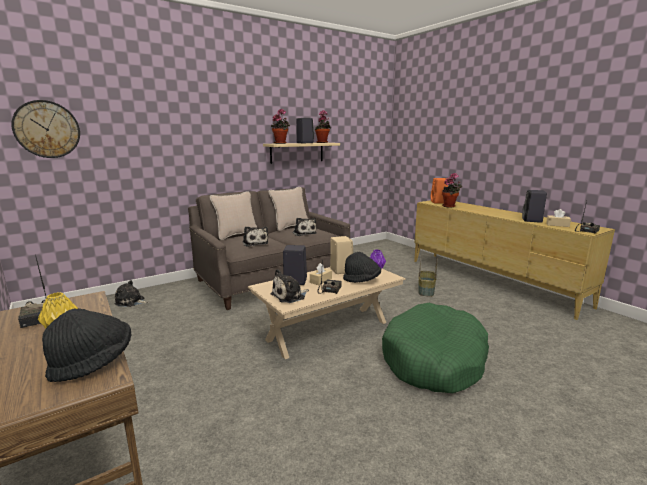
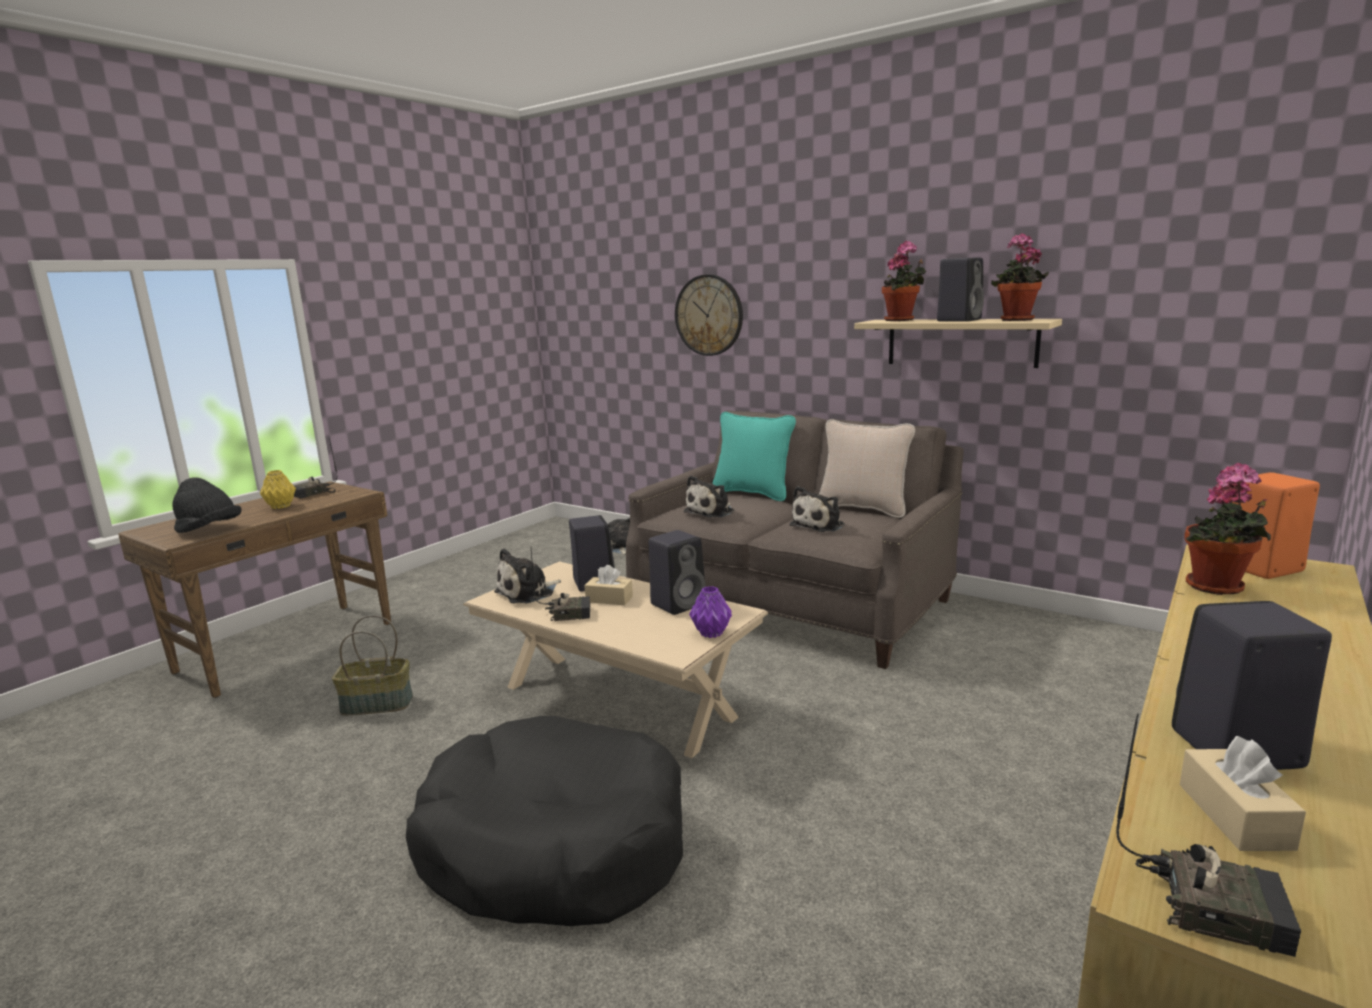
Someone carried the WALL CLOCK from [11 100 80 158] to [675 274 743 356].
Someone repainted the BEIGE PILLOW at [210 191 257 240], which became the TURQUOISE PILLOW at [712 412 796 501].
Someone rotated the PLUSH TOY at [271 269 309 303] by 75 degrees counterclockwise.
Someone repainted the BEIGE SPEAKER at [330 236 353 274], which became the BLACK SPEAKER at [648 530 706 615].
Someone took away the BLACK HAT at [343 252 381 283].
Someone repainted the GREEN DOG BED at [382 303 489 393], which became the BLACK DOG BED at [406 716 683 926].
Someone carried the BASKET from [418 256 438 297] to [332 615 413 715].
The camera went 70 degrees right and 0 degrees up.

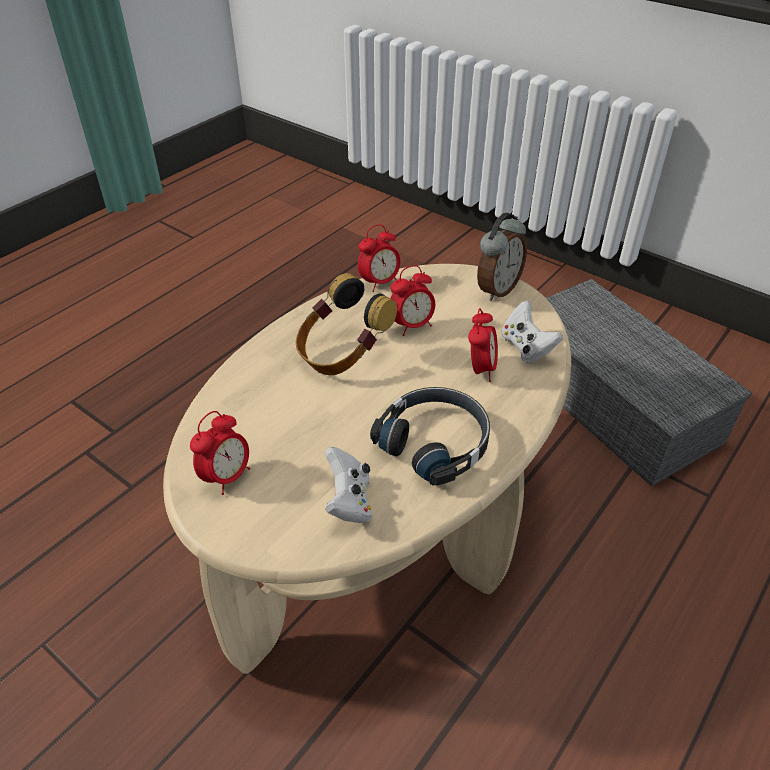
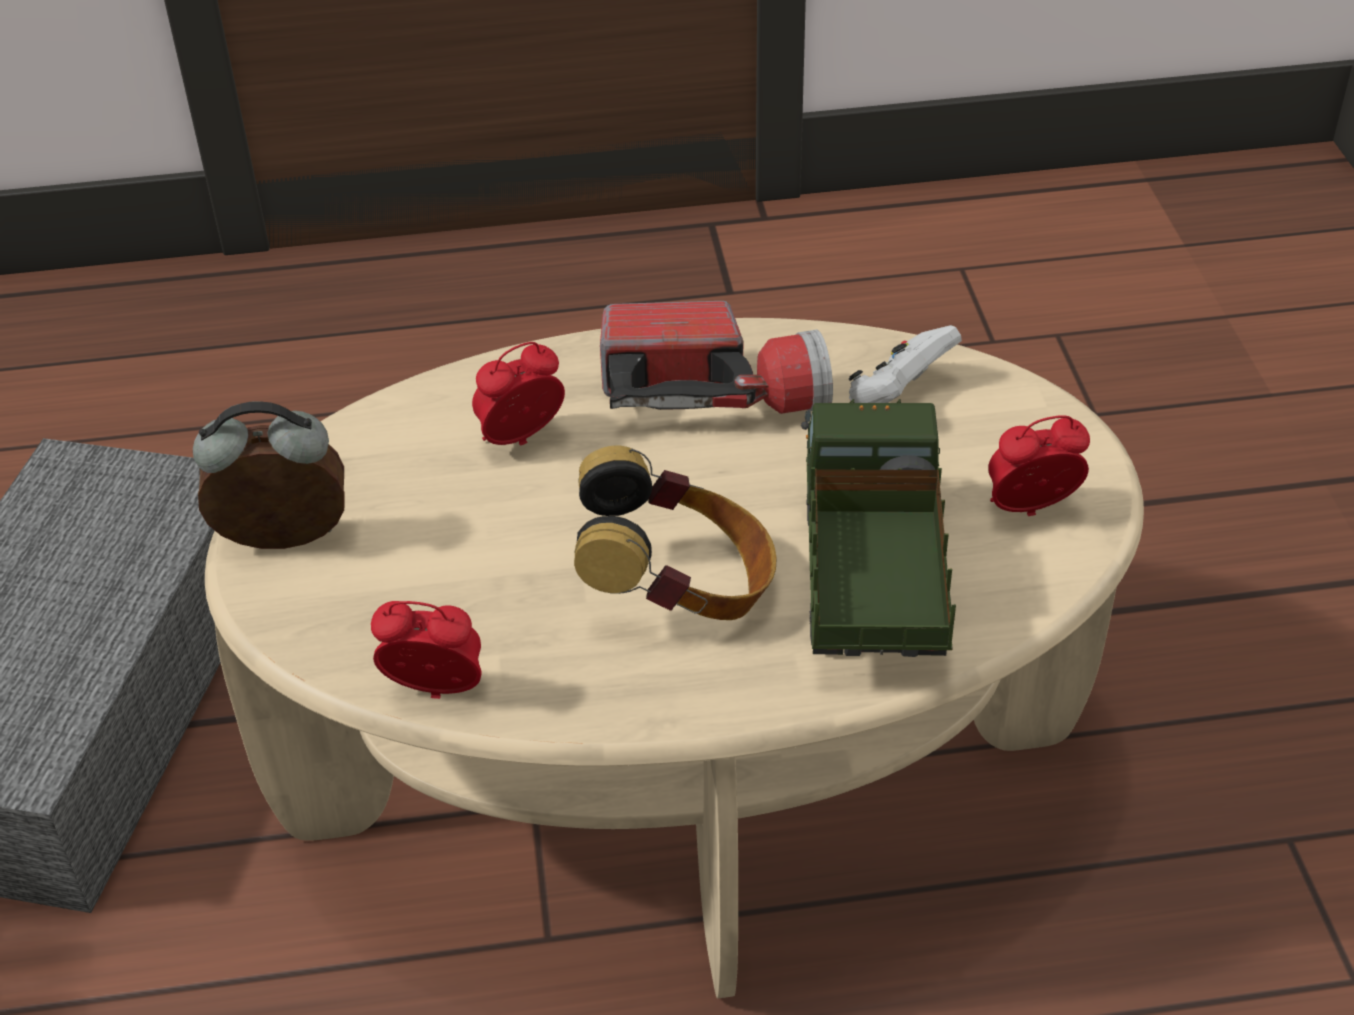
Someone swapped the BLACK HEADPHONES at [370 387 490 486] for the FLASHLIGHT at [600 301 833 414].
Someone took away the ALARM CLOCK at [390 265 435 336].
Someone took away the WHITE GAME CONTROLLER at [501 301 563 363].
Someone put down the TOY TRUCK at [801 399 956 657].
The camera went 135 degrees left and 0 degrees up.

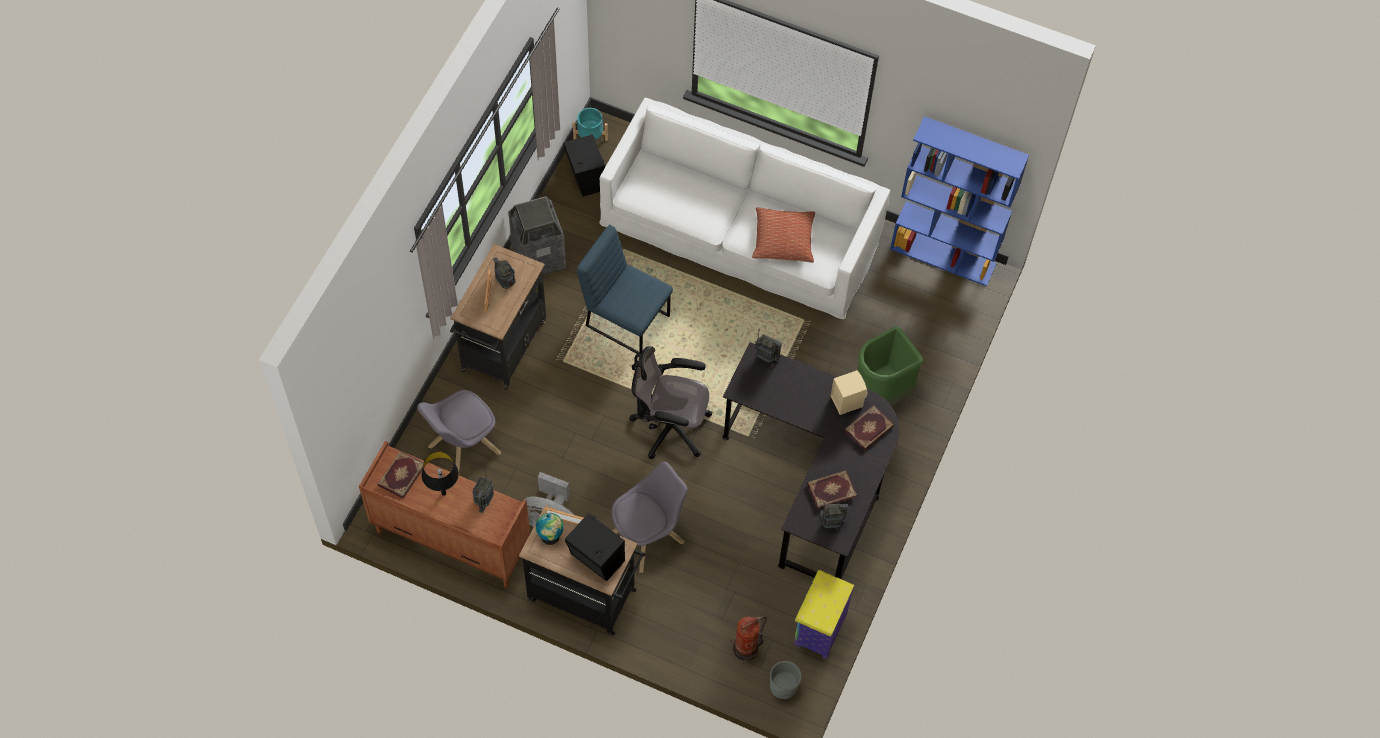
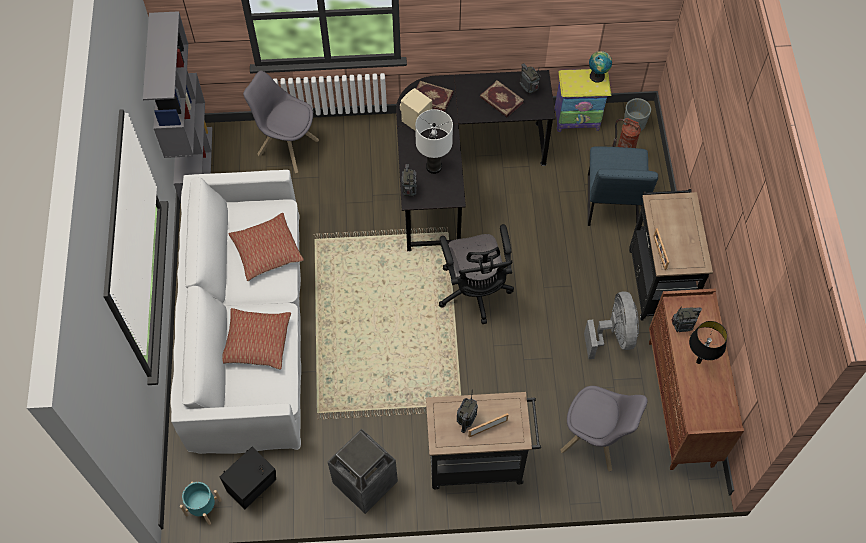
Someone took away the BOOK at [377 451 426 499].
Someone carried the GLOBE from [536 513 564 545] to [589 51 612 83].
Someone took away the BLACK SPEAKER at [565 513 625 581].
Someone carried the BLUE CHAIR from [577 225 673 354] to [588 146 658 226].
Someone carried the GREY CHAIR from [612 462 688 573] to [243 71 319 173].
Someone took away the GREEN TRASH CAN at [857 326 923 406].
Someone repainted the BLUE BOOKCASE at [890 116 1029 286], which became the GREY BOOKCASE at [143 11 212 203].
Someone put down the PILLOW at [222 308 291 369].
Someone put down the WHITE TABLE LAMP at [415 109 453 174].
The camera went 115 degrees left and 0 degrees up.

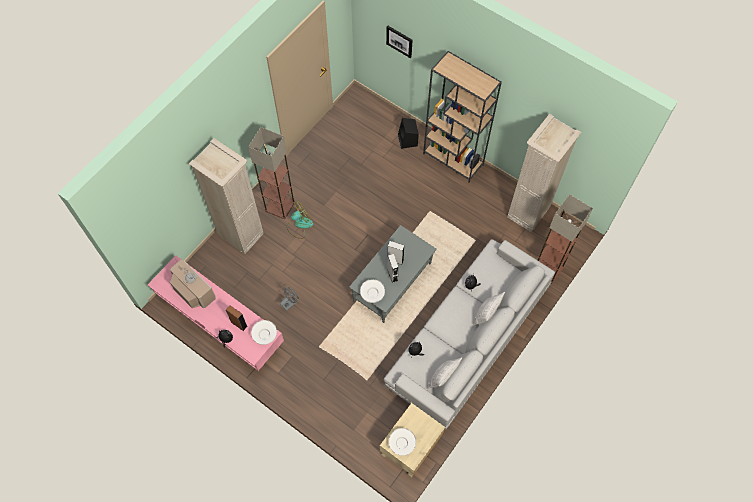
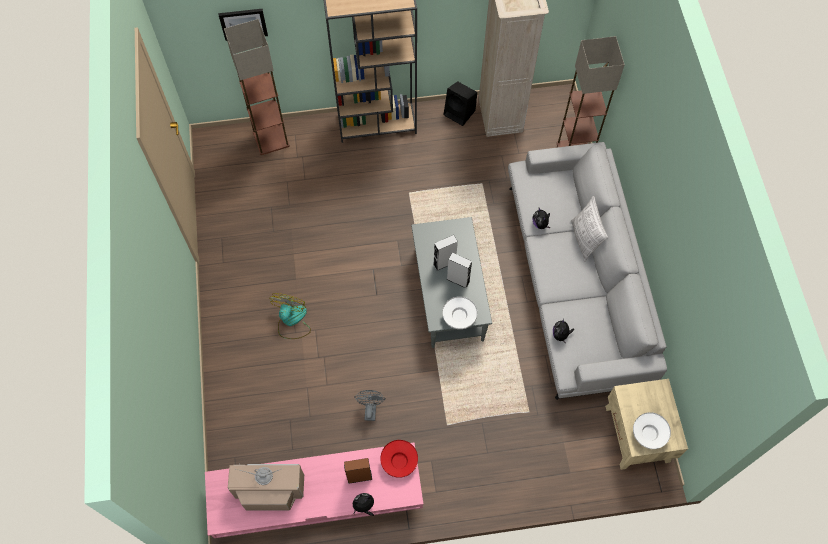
Someone took away the BEIGE CABINET at [189 138 264 254].
Someone carried the FLOOR LAMP from [248 127 295 219] to [224 19 290 155].
Someone repainted the WHITE BOWL at [251 320 277 345], which became the RED BOWL at [380 440 418 478].
Someone carried the BLACK SPEAKER from [398 118 419 149] to [444 81 477 126].
Someone took away the PILLOW at [427 357 462 389].
The camera went 45 degrees left and 0 degrees up.

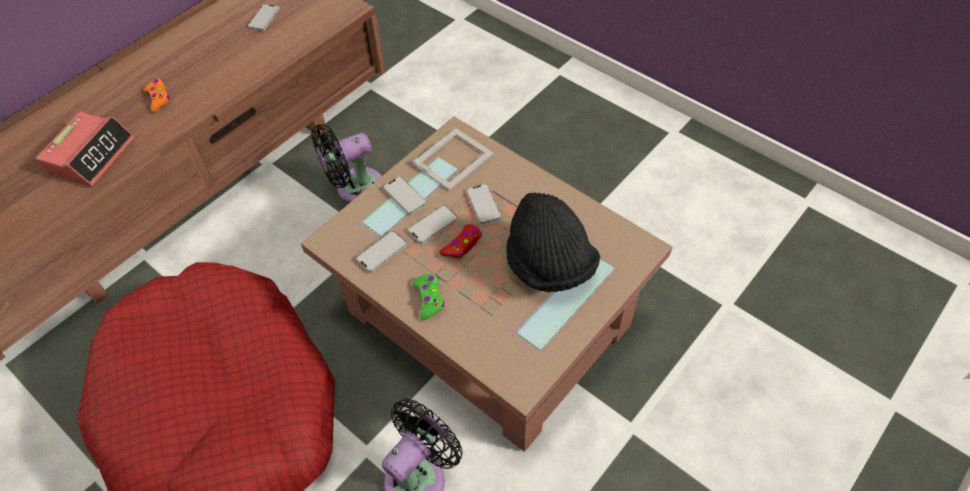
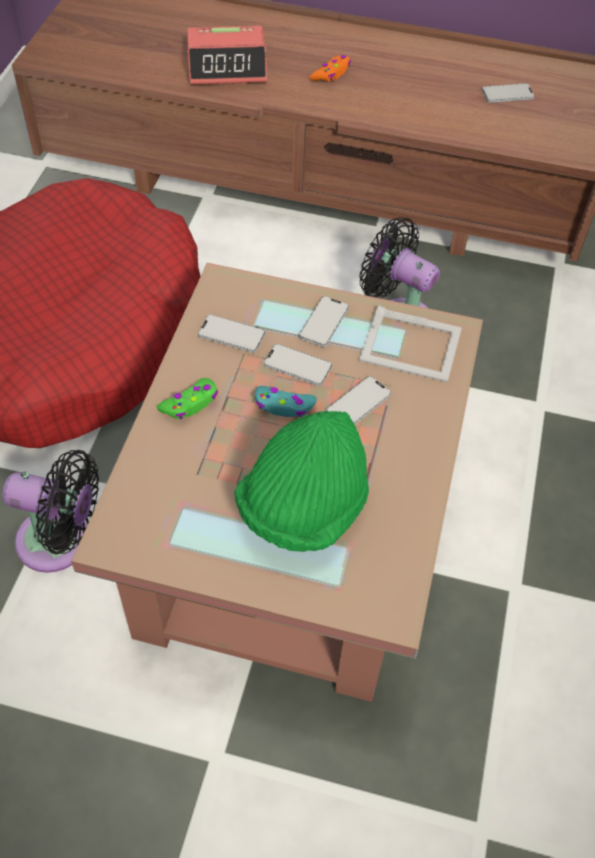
Someone repainted the RED GAME CONTROLLER at [439 224 482 258], which became the TURQUOISE GAME CONTROLLER at [255 386 317 417].
Someone repainted the BLACK HAT at [506 192 600 292], which became the GREEN HAT at [234 411 369 552].
The camera went 60 degrees right and 0 degrees up.

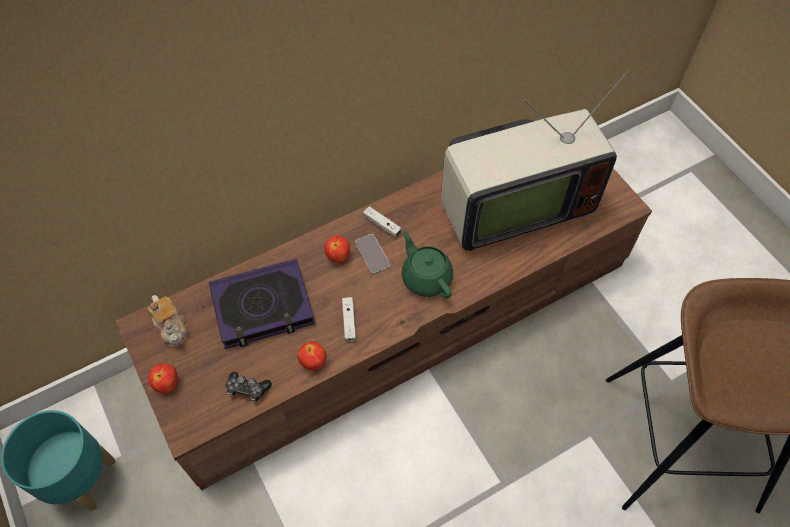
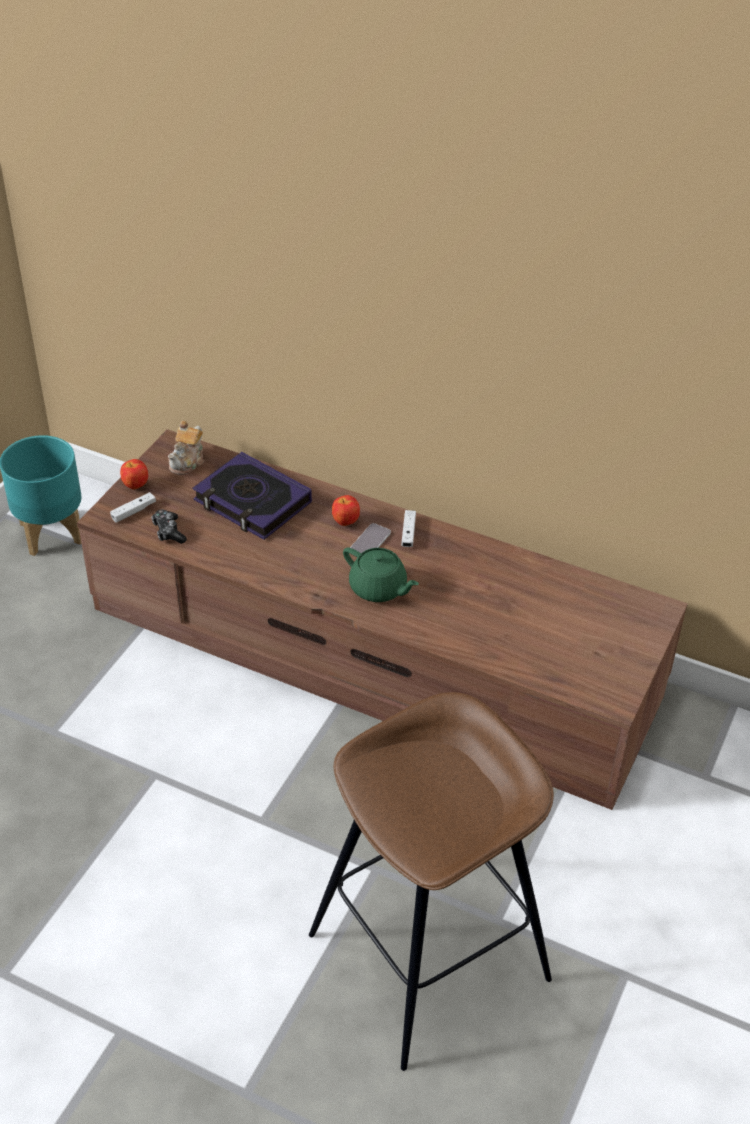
Someone took away the APPLE at [297 341 326 371].
Someone carried the WHITE GAME CONTROLLER from [342 297 356 342] to [110 492 156 523].
Someone rotated the GREEN TEAPOT at [402 231 453 298] by 105 degrees clockwise.
Someone took away the TELEVISION at [441 69 630 251].
The camera went 55 degrees right and 15 degrees down.

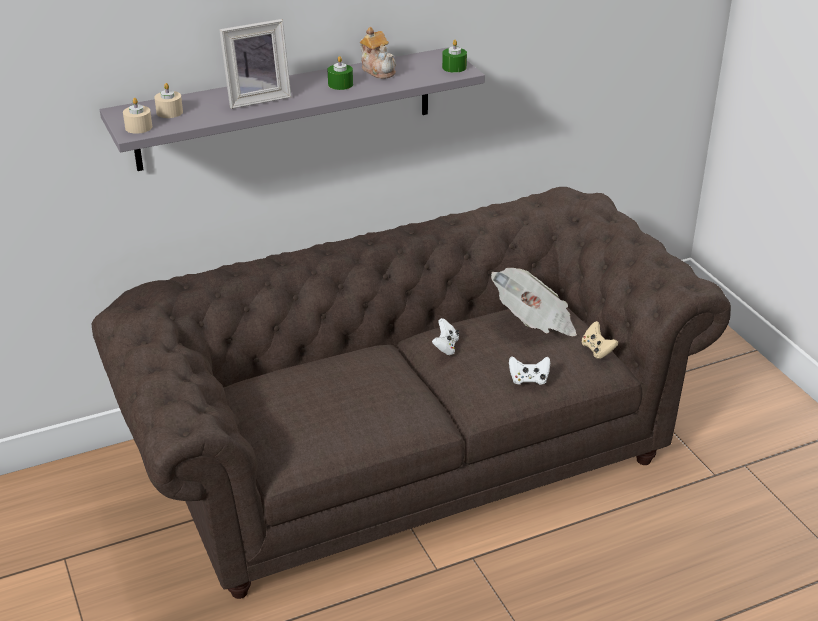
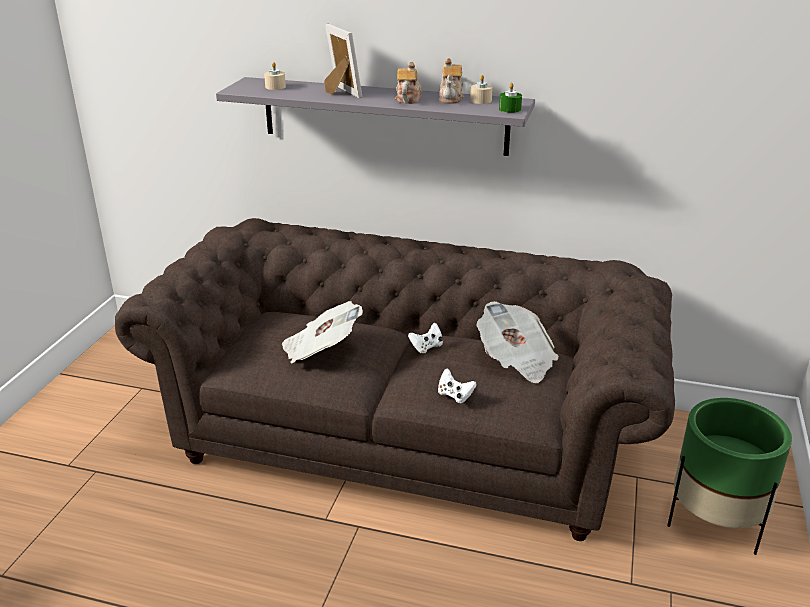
Someone carried the BEIGE CANDLE from [123 98 152 134] to [470 75 493 104].
Someone rotated the PICTURE FRAME at [219 19 291 109] by 135 degrees counterclockwise.
Someone swapped the GREEN CANDLE at [328 56 353 90] for the TEAPOT at [395 62 422 104].
Someone took away the BEIGE GAME CONTROLLER at [582 321 618 359].
Someone put down the NEWSPAPER at [282 301 363 364].
Someone put down the GREEN PLANTER at [667 398 792 555].
The camera went 40 degrees right and 5 degrees down.

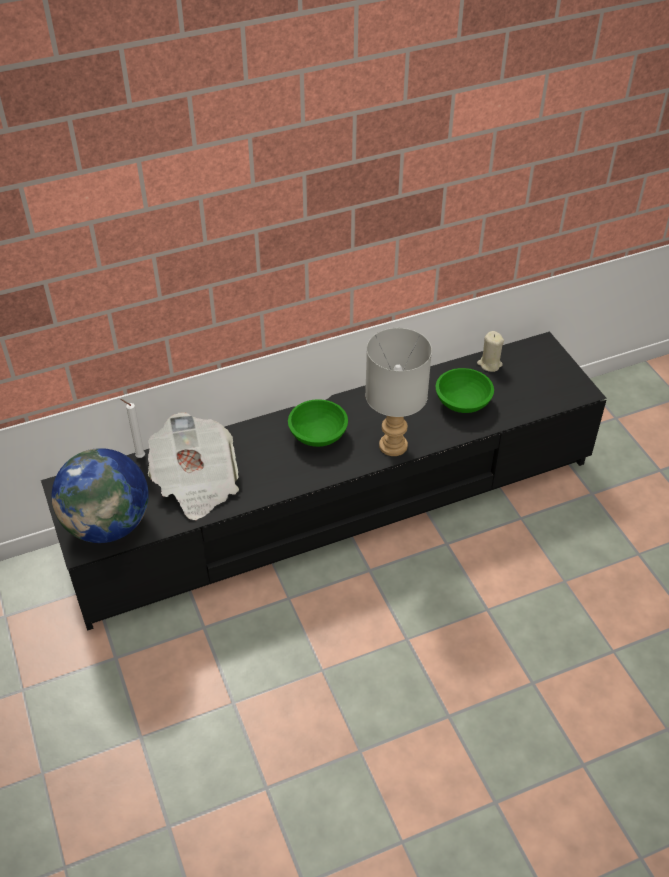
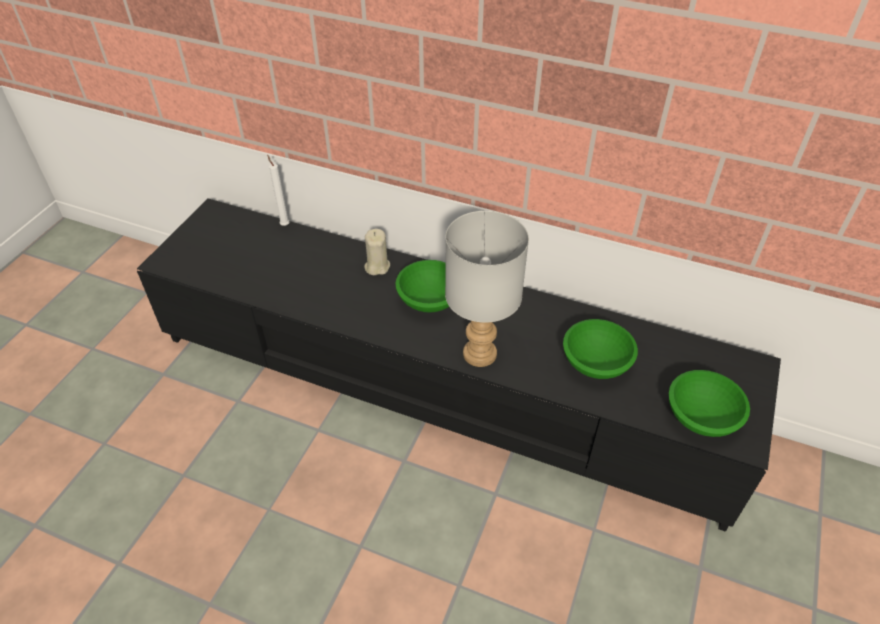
Someone took away the GLOBE at [52 448 149 543].
Someone took away the NEWSPAPER at [148 412 239 520].
Someone carried the BEIGE CANDLE from [477 331 504 372] to [364 229 390 275].
Someone put down the GREEN BOWL at [669 370 750 437].
The camera went 45 degrees right and 0 degrees up.

